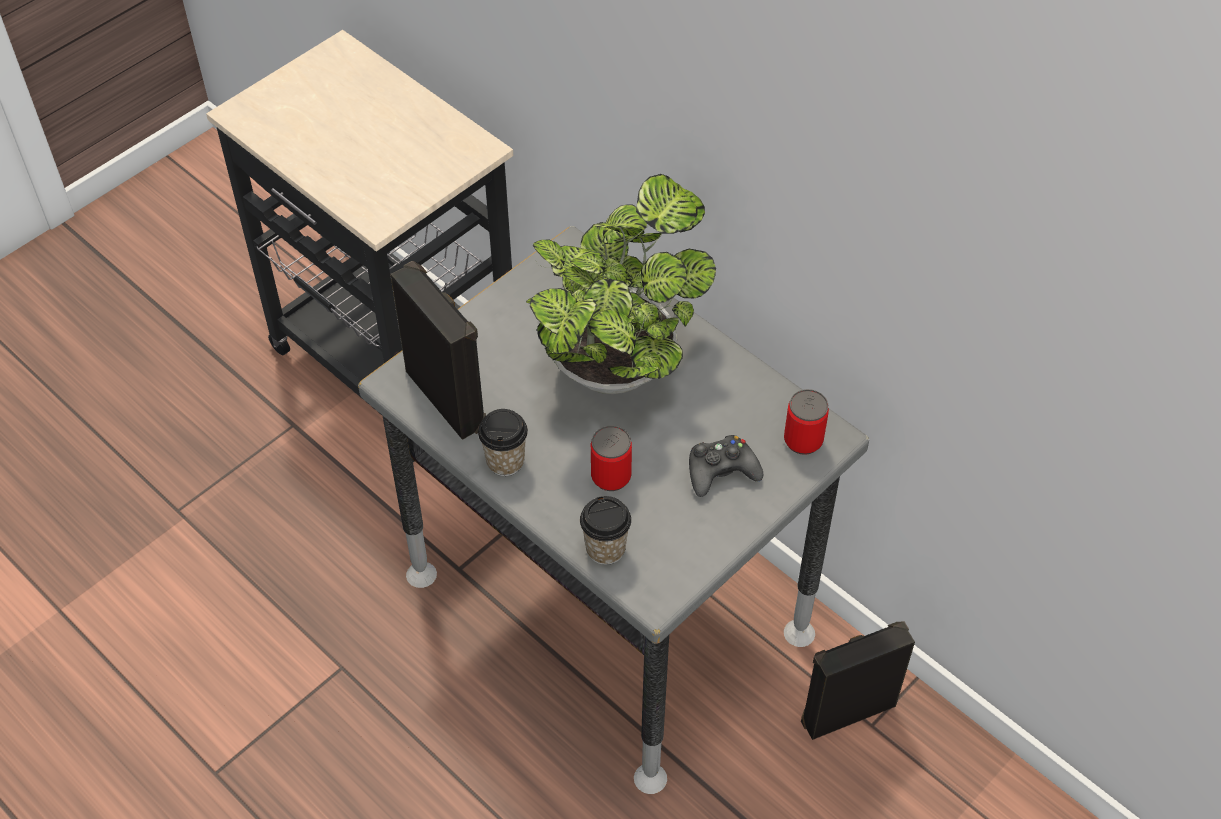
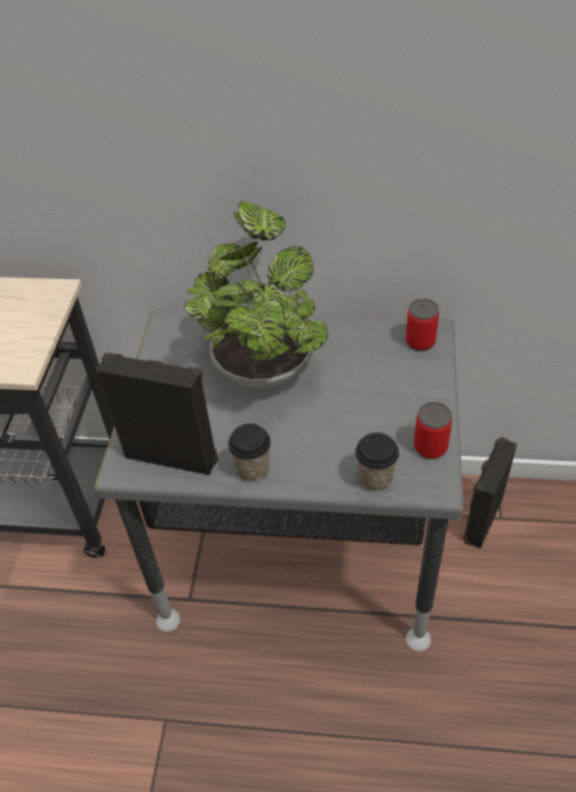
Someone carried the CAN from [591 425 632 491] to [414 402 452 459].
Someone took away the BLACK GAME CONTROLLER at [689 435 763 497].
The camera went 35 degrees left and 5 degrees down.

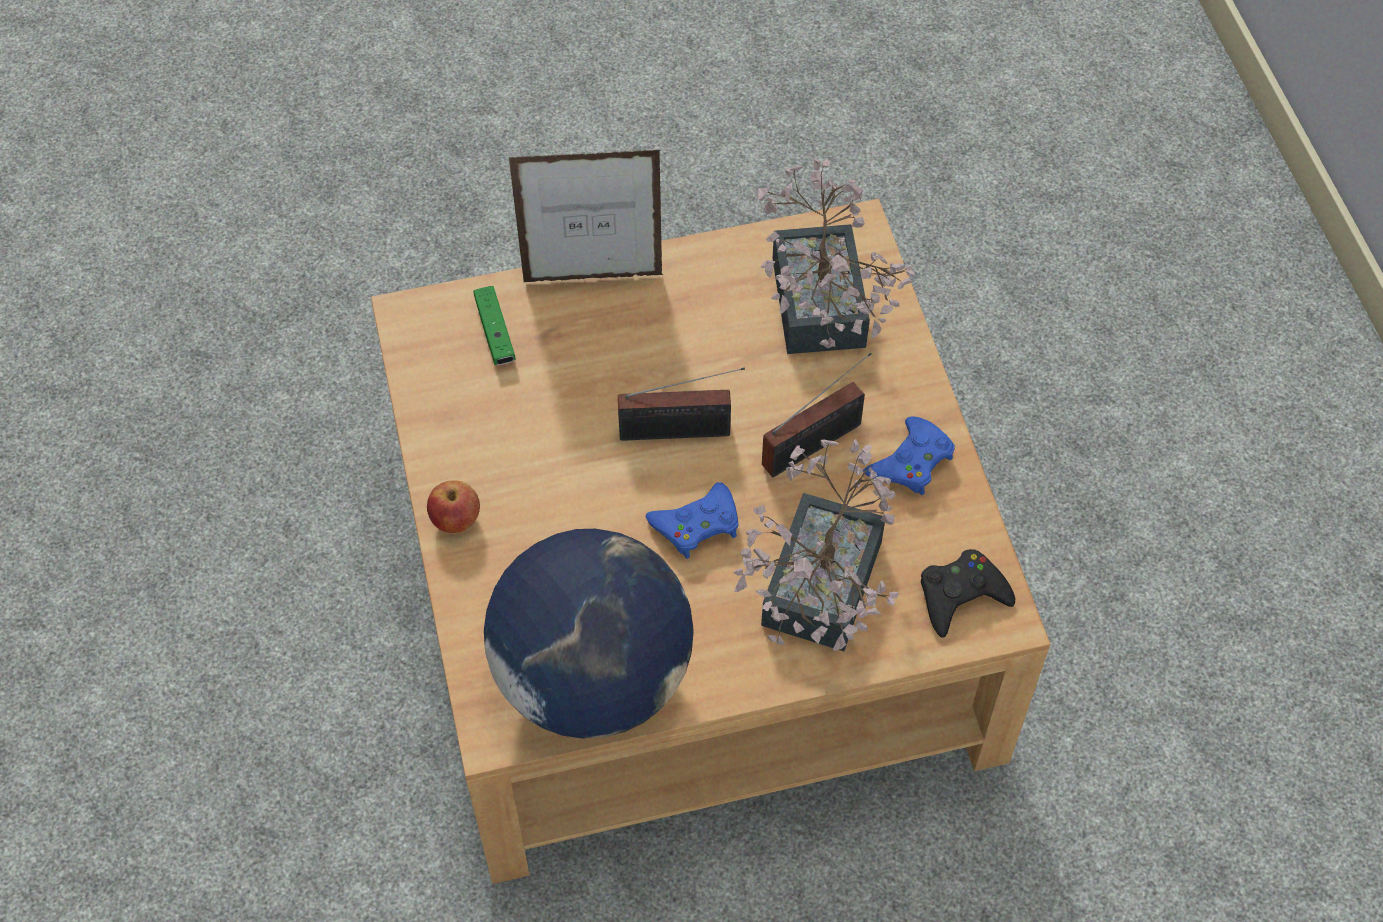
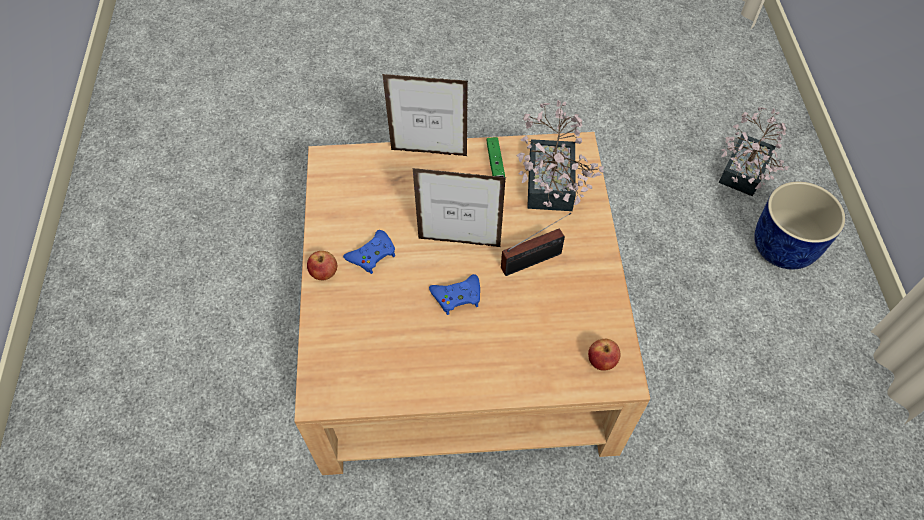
Someone carried the GREEN GAME CONTROLLER from [473 286 516 365] to [487 137 505 177].
Someone took away the GLOBE at [484 529 694 738].
Someone swapped the RADIO at [618 367 745 441] for the PICTURE FRAME at [413 168 506 247].
Someone carried the POTTED PLANT from [733 439 899 651] to [719 107 789 196].
Someone carried the BLUE GAME CONTROLLER from [863 416 955 495] to [343 230 395 274].
Someone swapped the BLACK GAME CONTROLLER at [921 549 1015 638] for the APPLE at [588 339 621 371].
Someone put down the BLUE PLANTER at [754 181 845 269].
The camera went 10 degrees right and 0 degrees up.

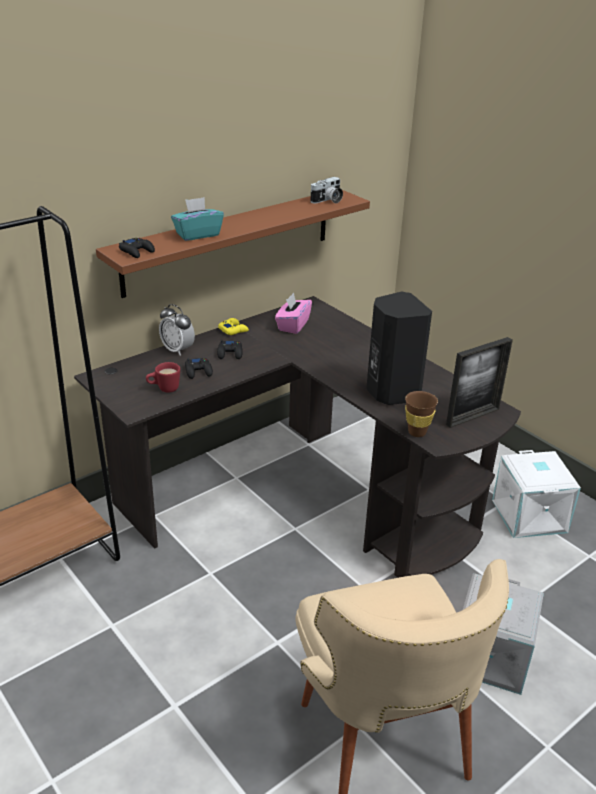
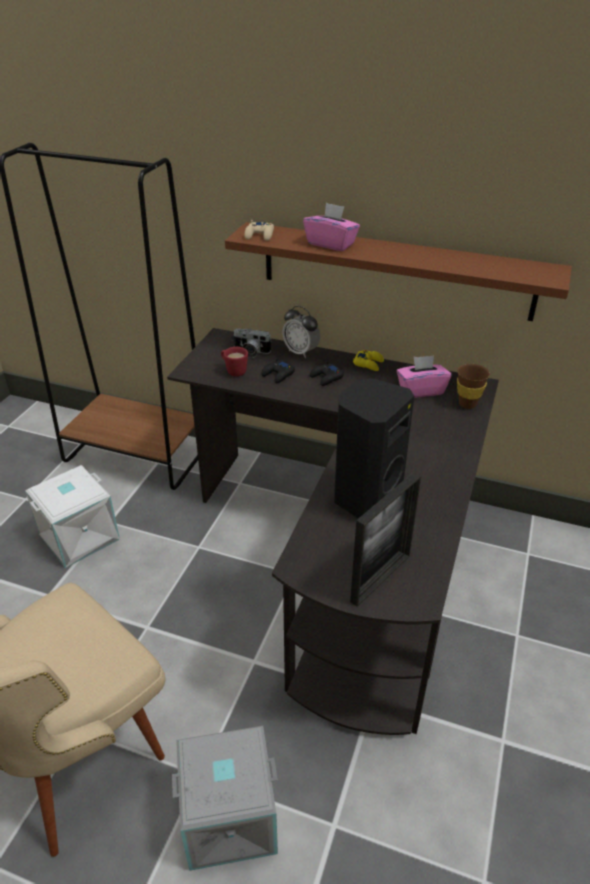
Someone repainted the BLACK GAME CONTROLLER at [119 238 155 258], which became the BEIGE GAME CONTROLLER at [244 220 274 241].
Someone rotated the ALARM CLOCK at [159 304 195 356] by 60 degrees counterclockwise.
Someone repainted the TURQUOISE TISSUE BOX at [171 197 224 241], which became the PINK TISSUE BOX at [303 202 360 251].
Someone carried the PHOTO CAMERA from [310 177 343 203] to [233 329 272 358].
Someone carried the BROWN CUP from [405 391 438 437] to [457 364 490 409].
Someone rotated the PICTURE FRAME at [446 337 513 428] by 75 degrees counterclockwise.
Someone carried the WHITE STORAGE BOX from [492 450 581 538] to [25 465 120 568].
The camera went 60 degrees right and 5 degrees up.

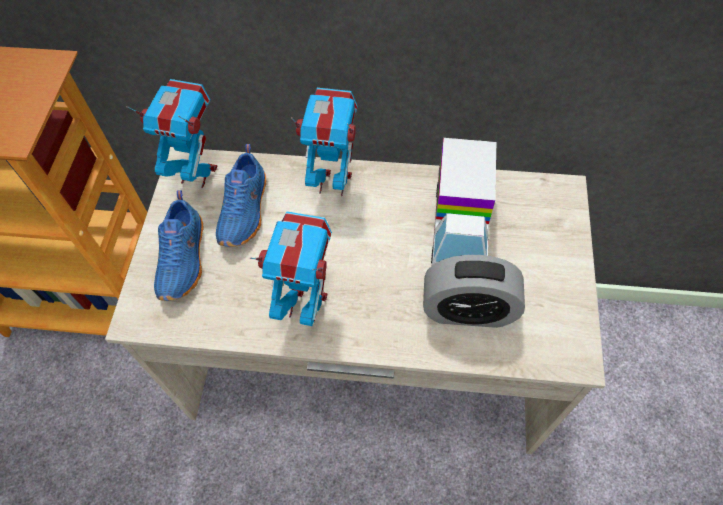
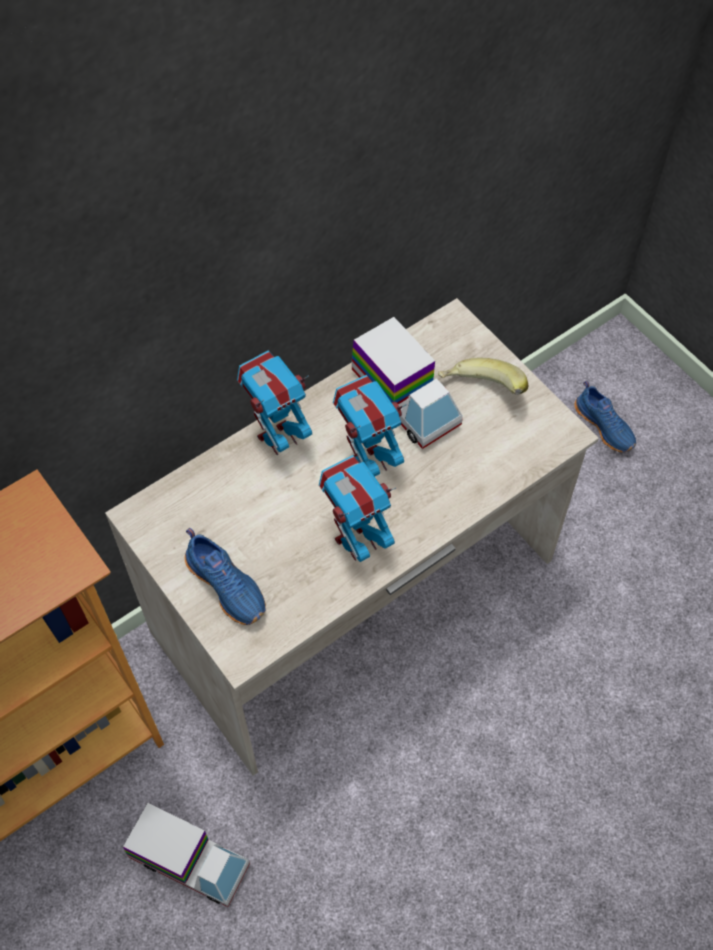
Someone carried the TOY ROBOT from [126 79 217 188] to [333 375 407 477].
Someone carried the BLUE SHOE from [216 144 266 247] to [575 381 636 452].
Someone took away the ALARM CLOCK at [423 255 525 328].
Someone put down the TOY TRUCK at [123 803 250 907].
Someone put down the BANANA at [438 358 528 395].
The camera went 45 degrees left and 0 degrees up.

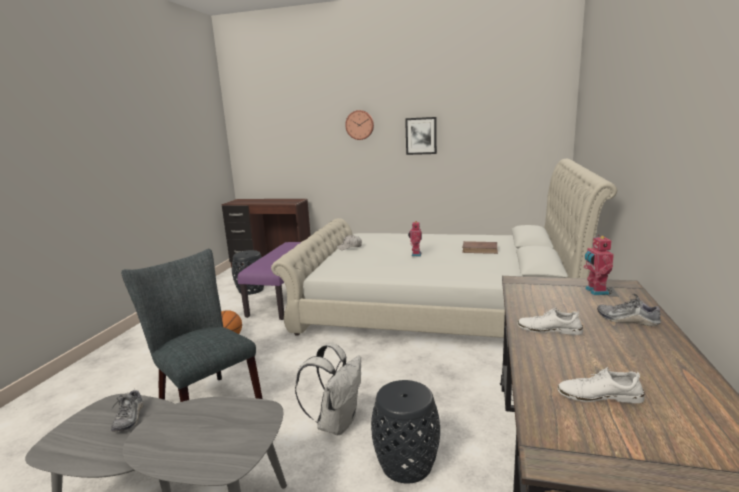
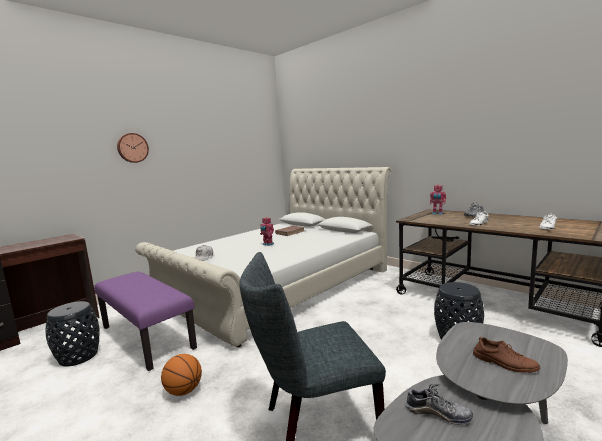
Someone took away the WHITE BACKPACK at [295 343 361 435].
Someone took away the PICTURE at [405 117 437 155].
Someone put down the BROWN SHOE at [473 336 540 373].
The camera went 60 degrees left and 5 degrees down.

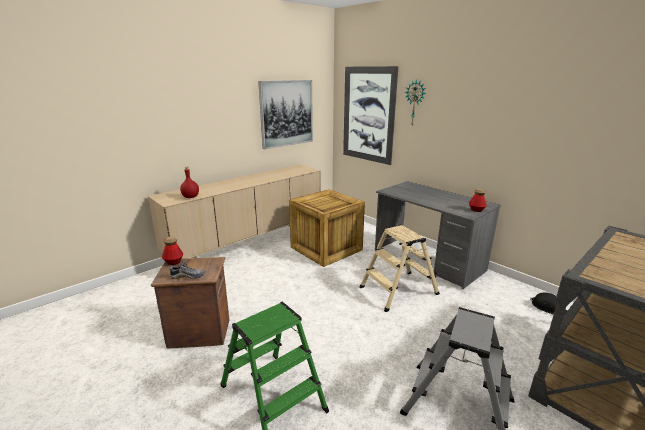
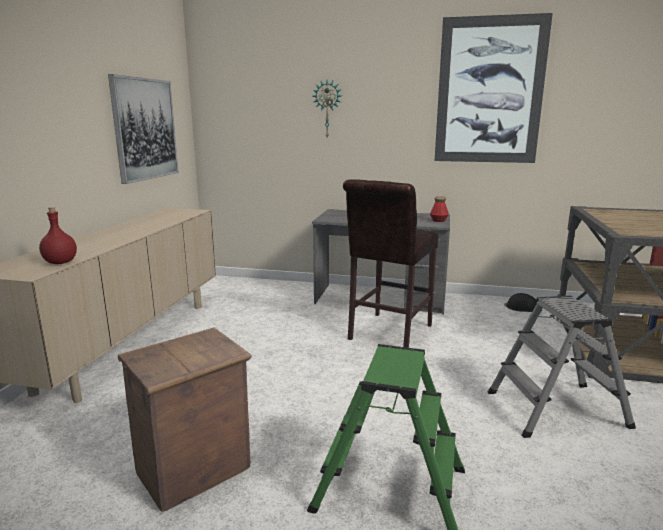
Someone took away the BOTTLE at [162 237 184 265].
Someone took away the SHOE at [170 261 206 279].
Someone took away the CRATE at [289 189 365 267].
Someone carried the PICTURE from [343 66 399 165] to [435 13 553 163].
Someone swapped the BEIGE STEP LADDER at [359 224 440 312] for the BROWN STOOL at [343 180 438 348].
The camera went 35 degrees left and 5 degrees down.

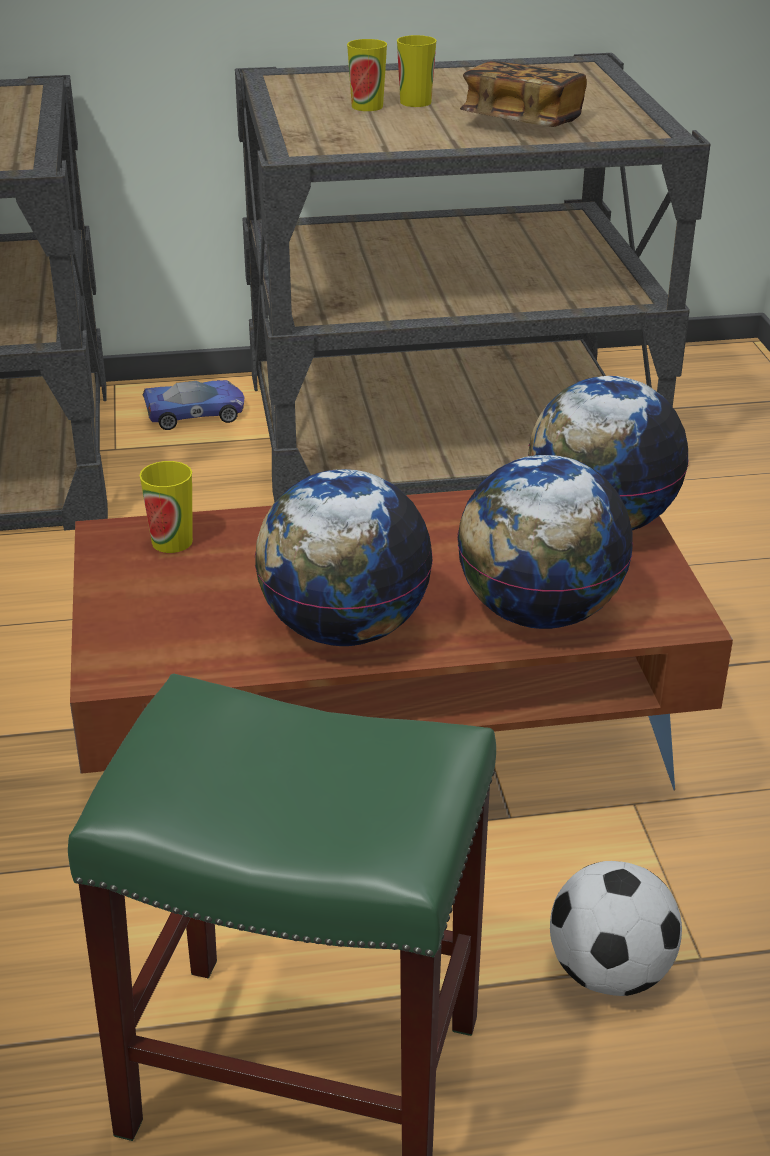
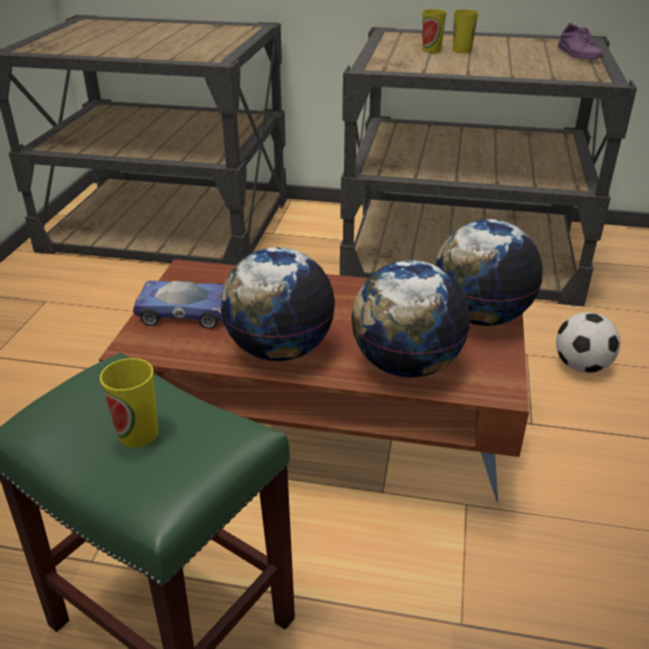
Someone carried the CUP from [140 461 193 553] to [100 358 158 448].
Someone carried the TOY CAR from [143 380 244 430] to [133 281 224 329].
Someone took away the BOOK at [460 61 587 127].
Someone carried the FOOTBALL from [550 861 682 996] to [556 312 620 373].
Someone put down the PURPLE SHOE at [558 23 603 59].
The camera went 20 degrees right and 0 degrees up.

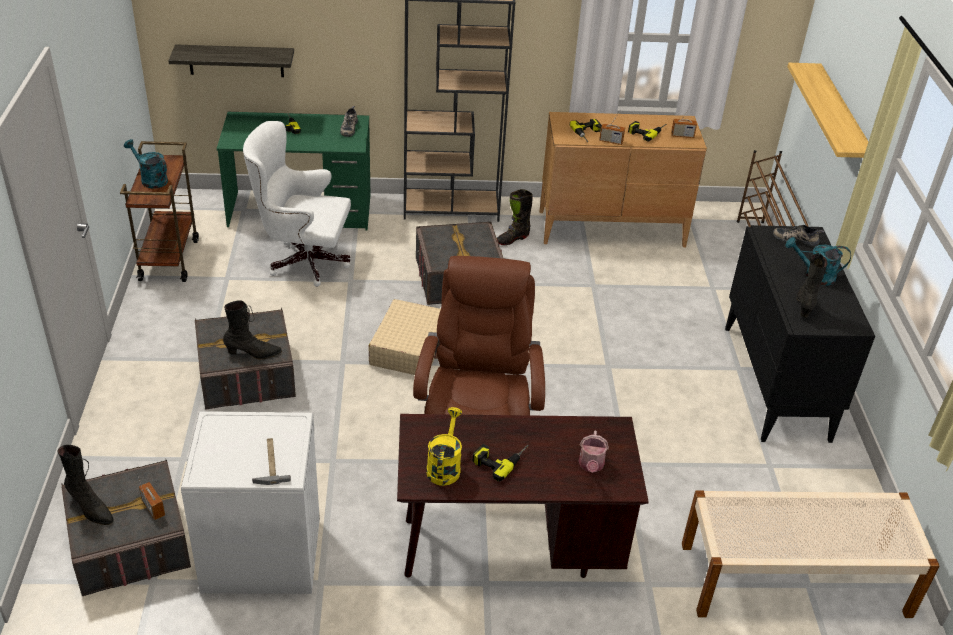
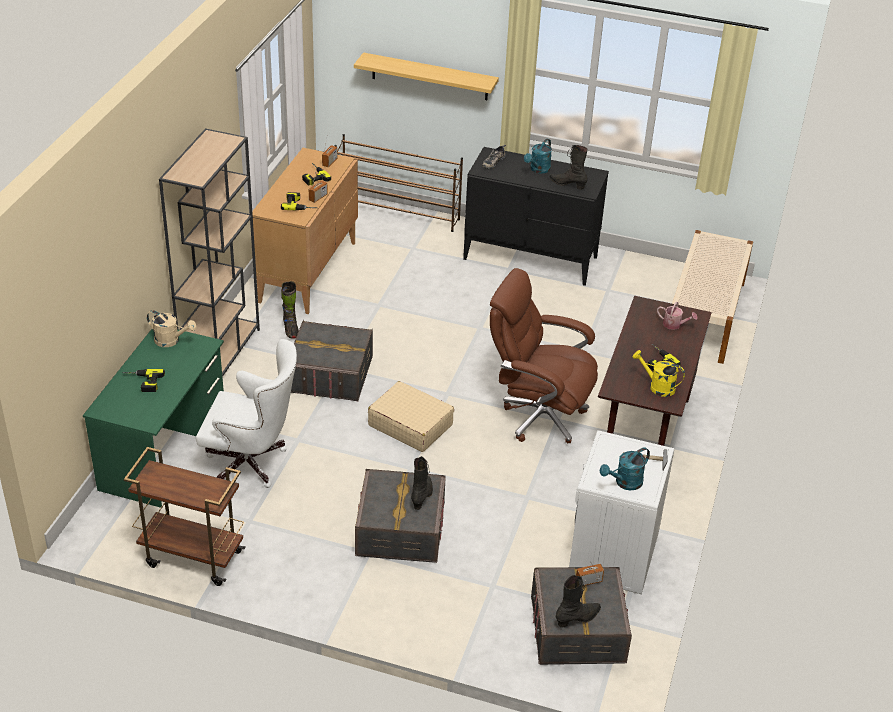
Someone carried the TURQUOISE WATERING CAN from [124 139 168 188] to [600 447 650 491].
Someone took away the SHELF at [168 44 294 77].
Someone rotated the WHITE OFFICE CHAIR at [243 121 351 287] by 105 degrees counterclockwise.
Someone swapped the SHOE at [340 106 358 137] for the BEIGE WATERING CAN at [147 310 196 347].
The camera went 70 degrees left and 0 degrees up.

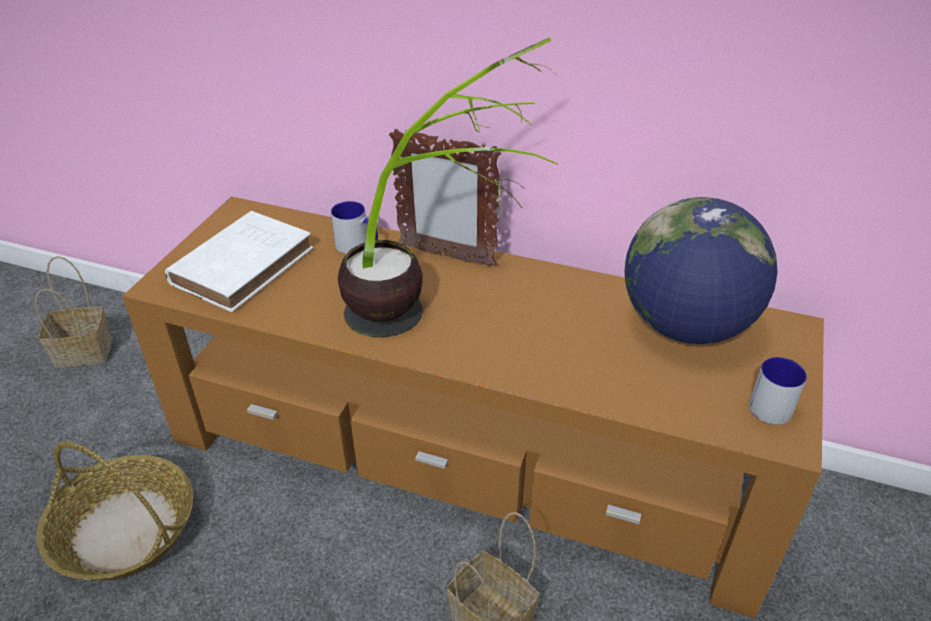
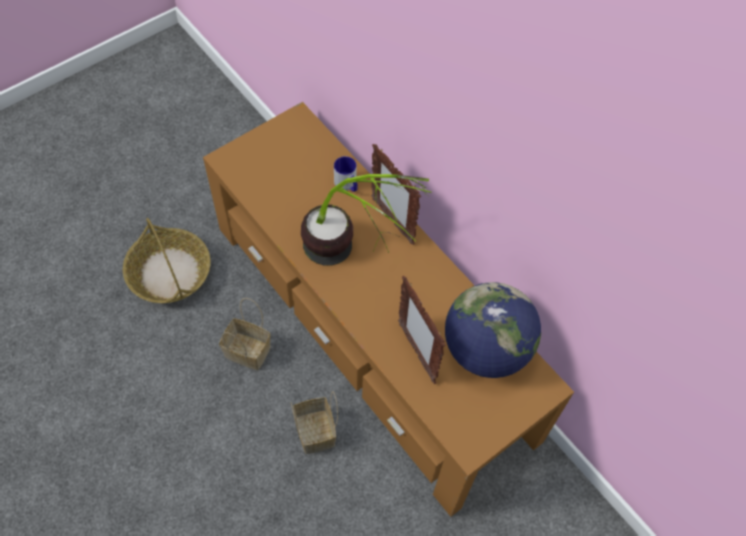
Someone carried the BASKET from [35 256 112 368] to [219 298 271 370].
Someone took away the WHITE BOOK at [165 211 313 312].
Someone took away the MUG at [749 357 807 425].
Someone put down the PICTURE FRAME at [398 276 446 384].
The camera went 30 degrees right and 20 degrees up.

